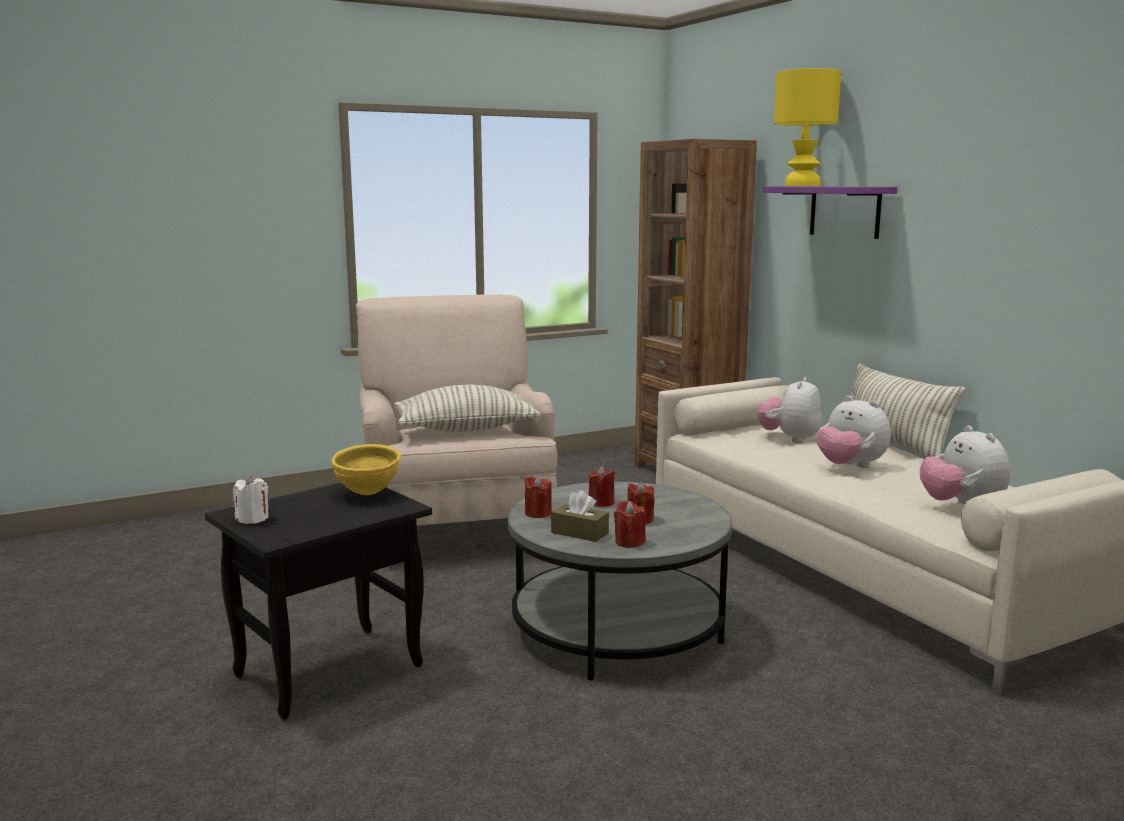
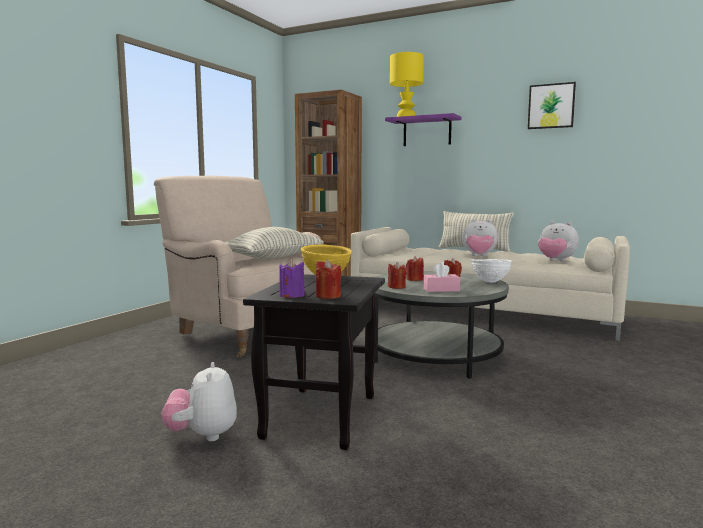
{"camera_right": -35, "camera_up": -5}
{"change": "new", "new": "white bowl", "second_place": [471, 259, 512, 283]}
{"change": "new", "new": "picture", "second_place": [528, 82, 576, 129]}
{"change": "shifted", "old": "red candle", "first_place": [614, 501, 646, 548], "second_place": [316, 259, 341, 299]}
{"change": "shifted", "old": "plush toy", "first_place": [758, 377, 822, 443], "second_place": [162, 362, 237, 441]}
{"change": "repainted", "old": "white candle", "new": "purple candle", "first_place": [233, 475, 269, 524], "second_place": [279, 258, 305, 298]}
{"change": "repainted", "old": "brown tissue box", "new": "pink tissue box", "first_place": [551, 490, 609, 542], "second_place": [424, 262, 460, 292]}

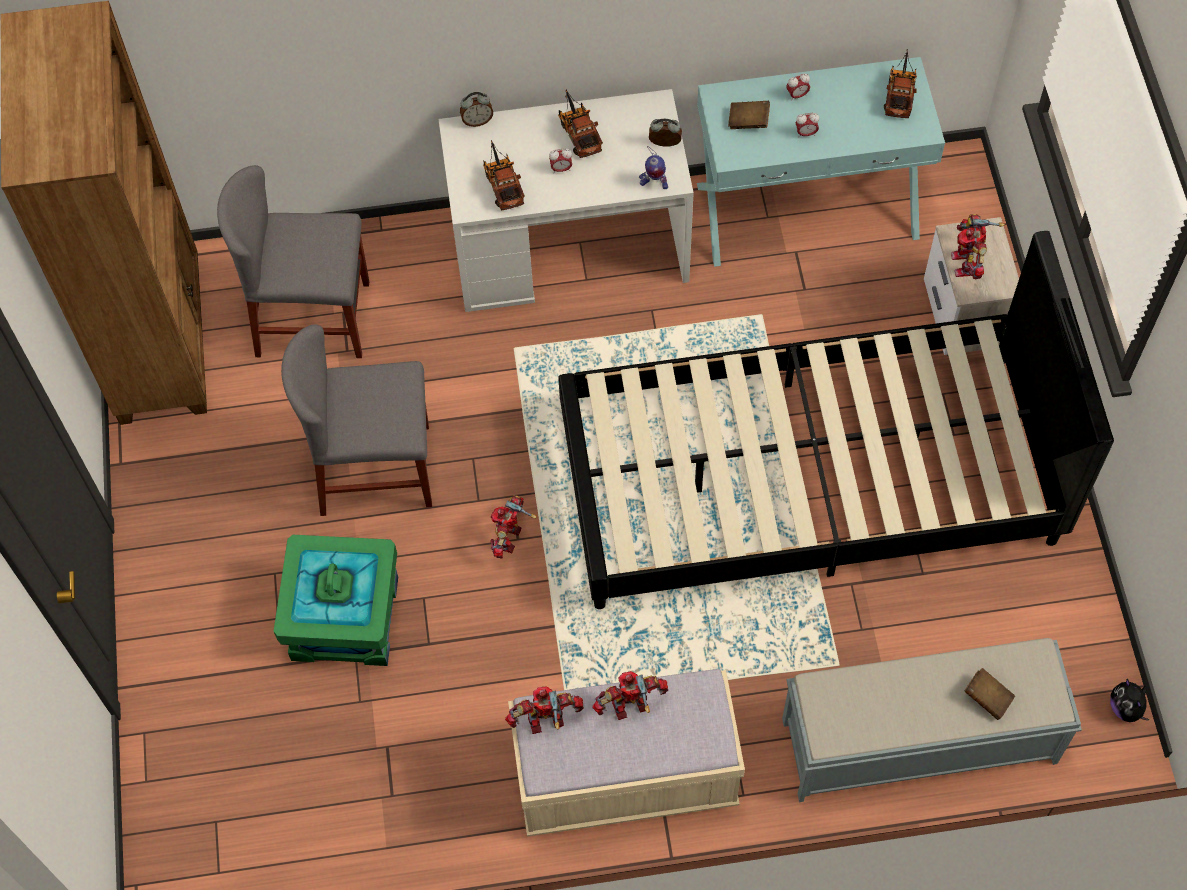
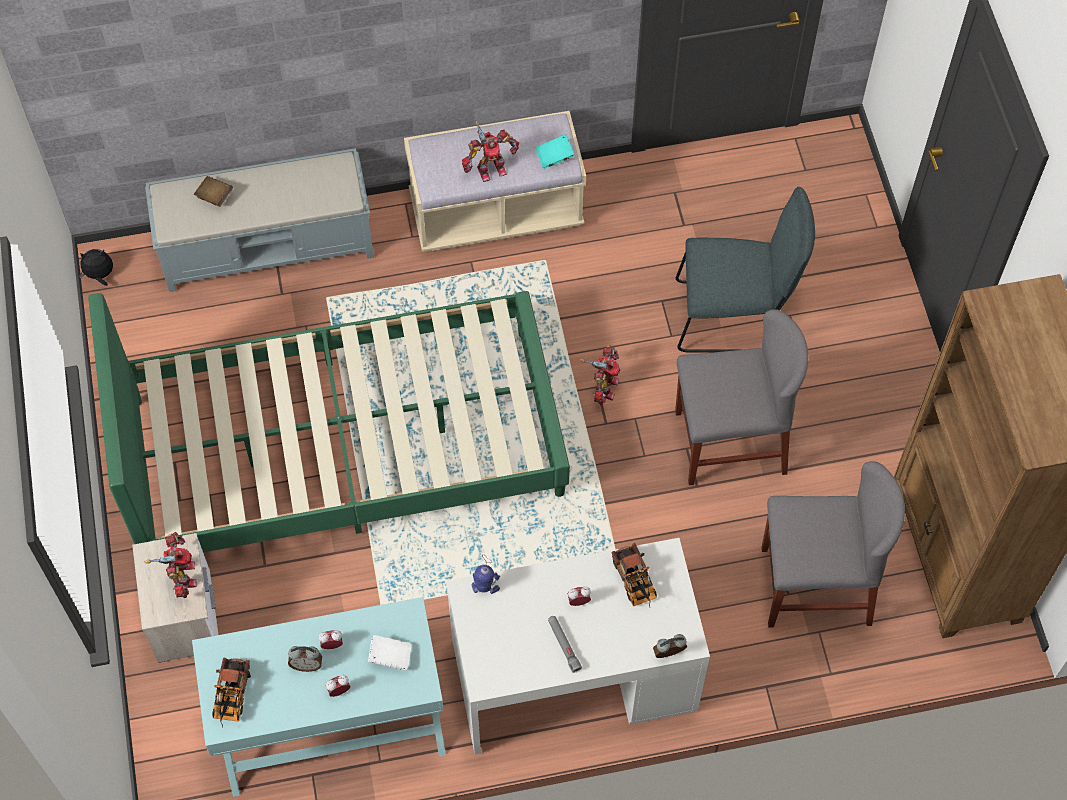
{"camera_right": 175, "camera_up": 0}
{"change": "shifted", "old": "alarm clock", "first_place": [649, 119, 682, 147], "second_place": [288, 646, 322, 672]}
{"change": "swapped", "old": "green storage box", "new": "grey chair", "first_place": [274, 535, 398, 666], "second_place": [675, 187, 815, 353]}
{"change": "swapped", "old": "toy robot", "new": "turquoise book", "first_place": [505, 686, 584, 734], "second_place": [535, 134, 575, 169]}
{"change": "swapped", "old": "toy truck", "new": "grey flashlight", "first_place": [558, 90, 603, 158], "second_place": [548, 616, 582, 673]}
{"change": "repainted", "old": "black bed", "new": "green bed", "first_place": [558, 231, 1114, 609], "second_place": [88, 291, 570, 552]}
{"change": "repainted", "old": "brown book", "new": "white book", "first_place": [728, 101, 770, 129], "second_place": [368, 635, 412, 671]}
{"change": "rotated", "old": "plush toy", "first_place": [1110, 679, 1150, 722], "second_place": [79, 249, 113, 286], "degrees": -75}

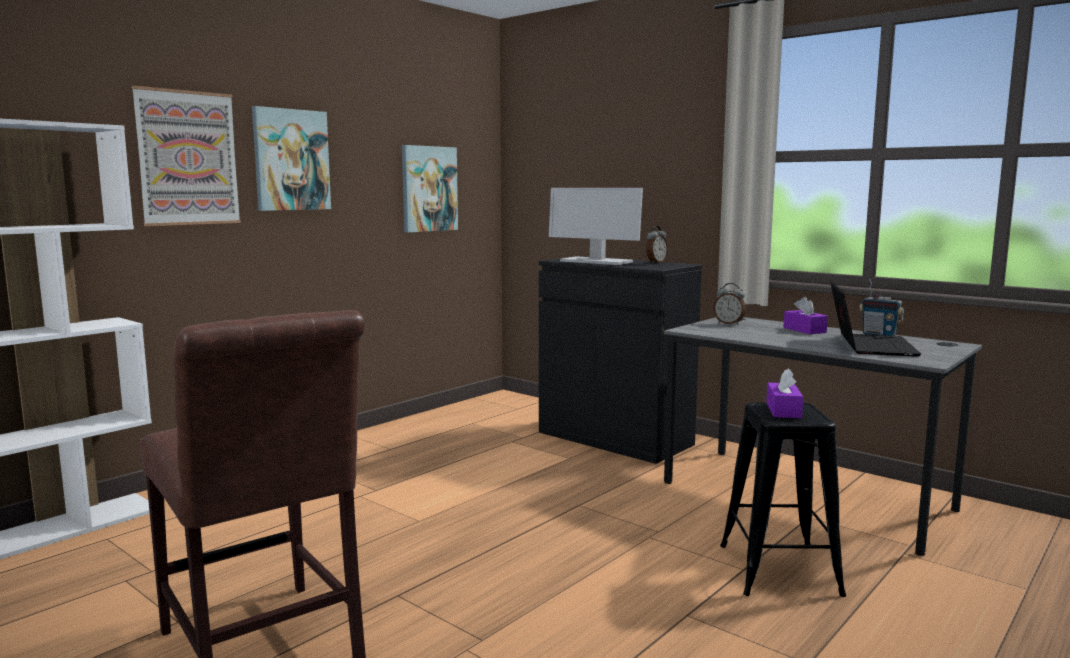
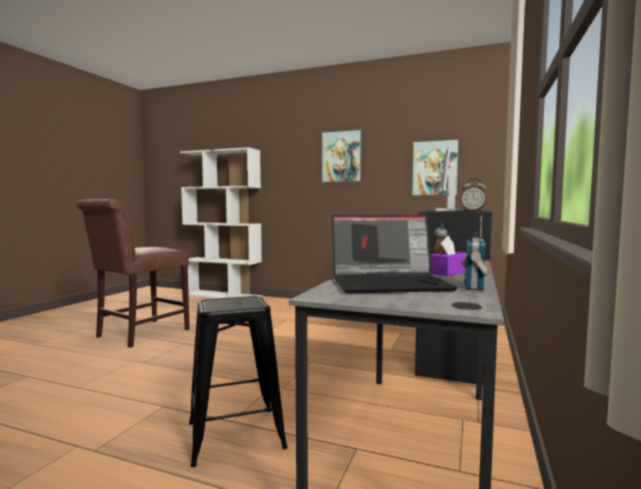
{"camera_right": 70, "camera_up": -5}
{"change": "gone", "old": "picture", "first_place": [132, 86, 241, 226]}
{"change": "gone", "old": "purple tissue box", "first_place": [766, 368, 803, 418]}

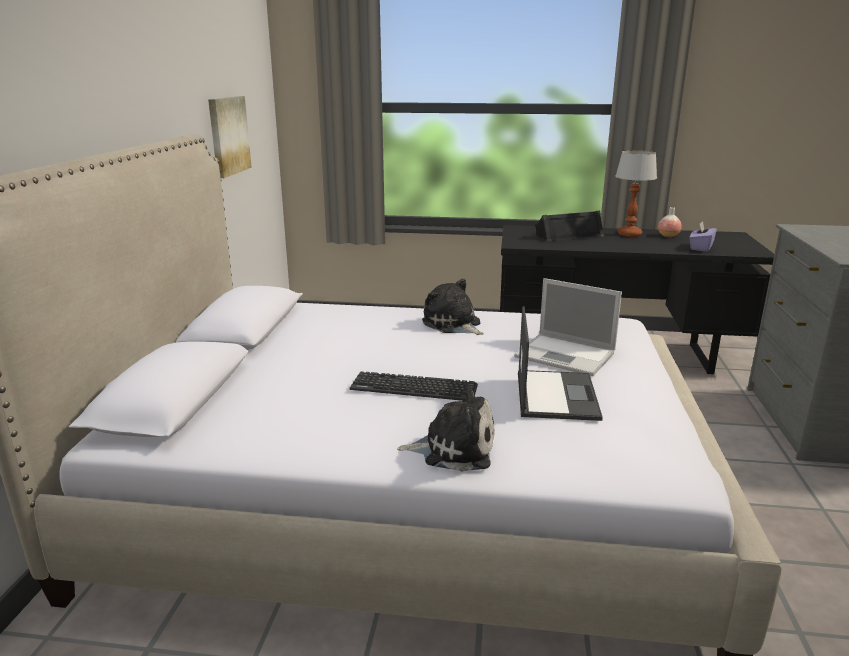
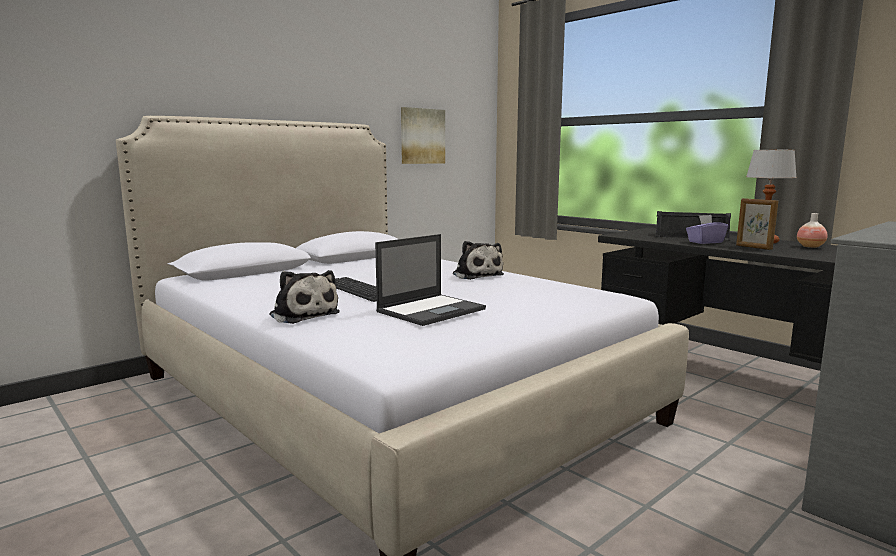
{"camera_right": 40, "camera_up": -10}
{"change": "gone", "old": "laptop", "first_place": [514, 278, 622, 376]}
{"change": "new", "new": "picture frame", "second_place": [736, 198, 778, 250]}
{"change": "shifted", "old": "purple tissue box", "first_place": [690, 221, 717, 252], "second_place": [686, 215, 728, 244]}
{"change": "rotated", "old": "plush toy", "first_place": [422, 279, 484, 335], "second_place": [452, 241, 504, 280], "degrees": 150}

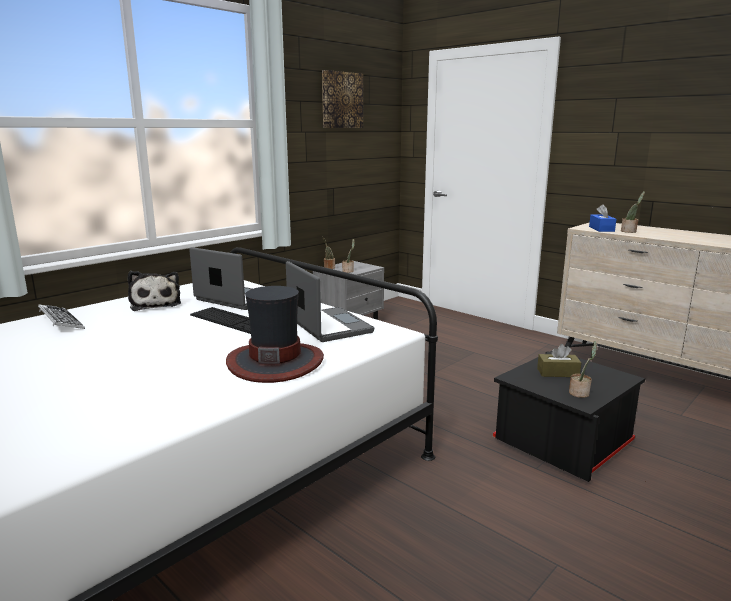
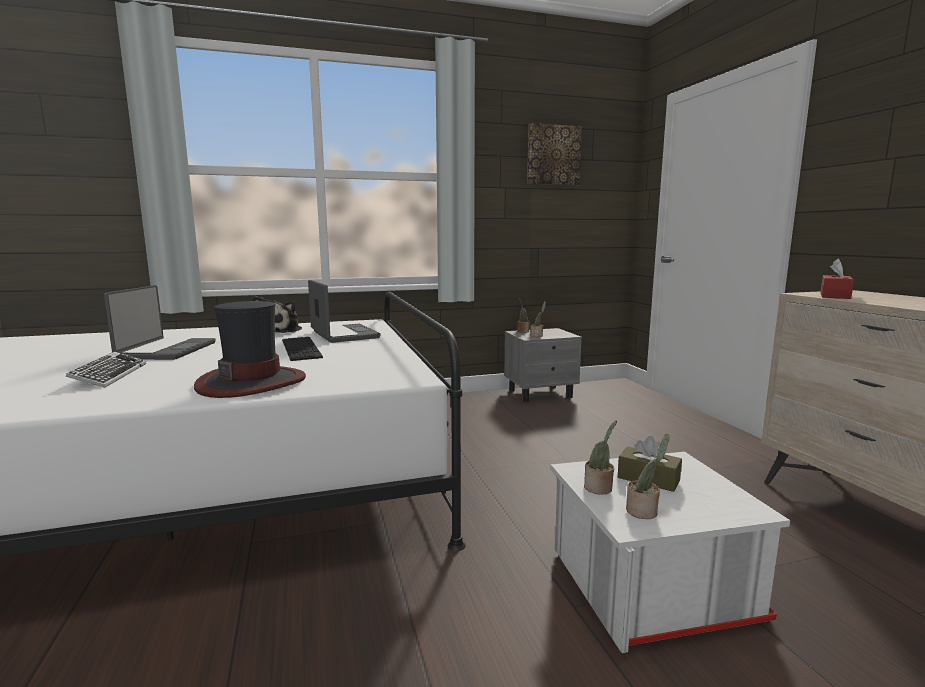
{"camera_right": 30, "camera_up": -5}
{"change": "shifted", "old": "keyboard", "first_place": [38, 305, 85, 329], "second_place": [66, 352, 146, 388]}
{"change": "shifted", "old": "laptop", "first_place": [286, 261, 374, 342], "second_place": [104, 285, 216, 360]}
{"change": "shifted", "old": "potted plant", "first_place": [621, 191, 645, 233], "second_place": [584, 420, 617, 495]}
{"change": "repainted", "old": "black storage box", "new": "white storage box", "first_place": [493, 350, 645, 482], "second_place": [551, 452, 790, 653]}
{"change": "repainted", "old": "blue tissue box", "new": "red tissue box", "first_place": [589, 204, 616, 232], "second_place": [820, 258, 854, 299]}

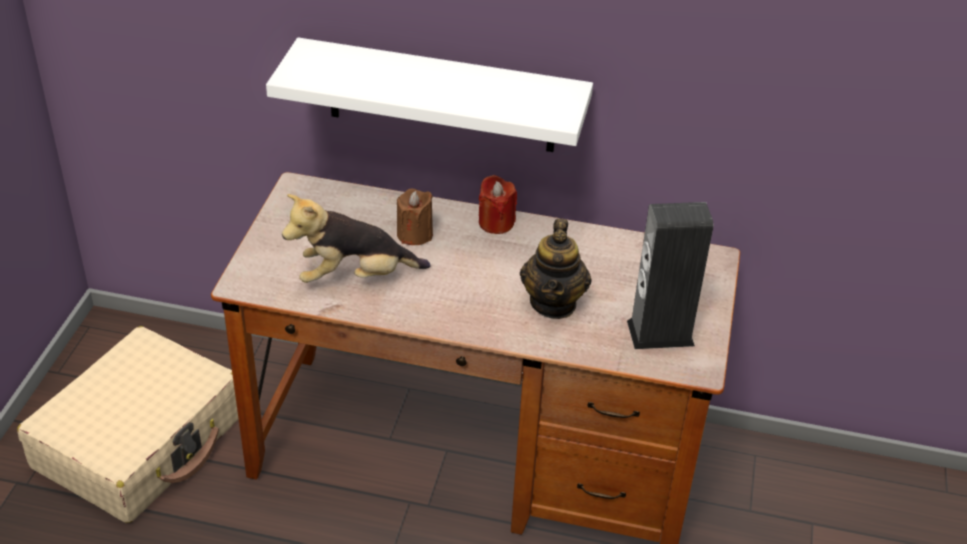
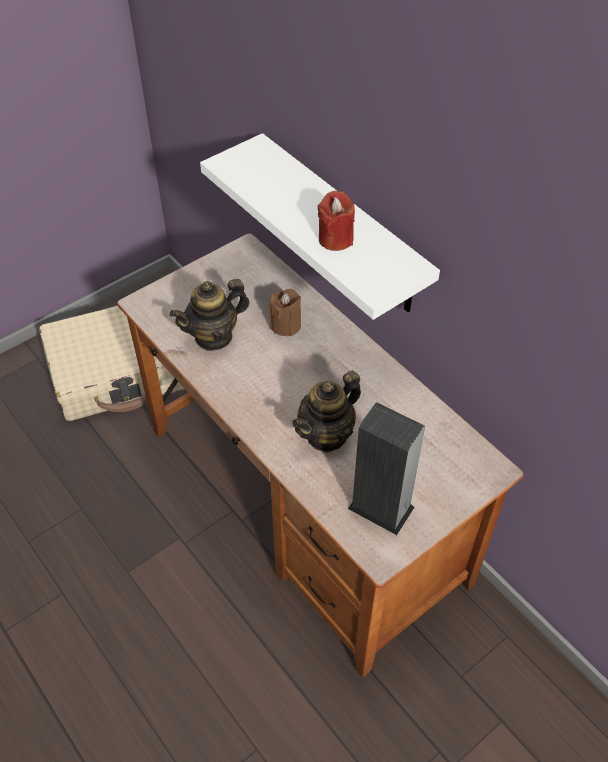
{"camera_right": 40, "camera_up": 10}
{"change": "shifted", "old": "red candle", "first_place": [479, 175, 517, 234], "second_place": [318, 191, 355, 251]}
{"change": "swapped", "old": "plush toy", "new": "teapot", "first_place": [282, 194, 431, 283], "second_place": [170, 279, 249, 351]}

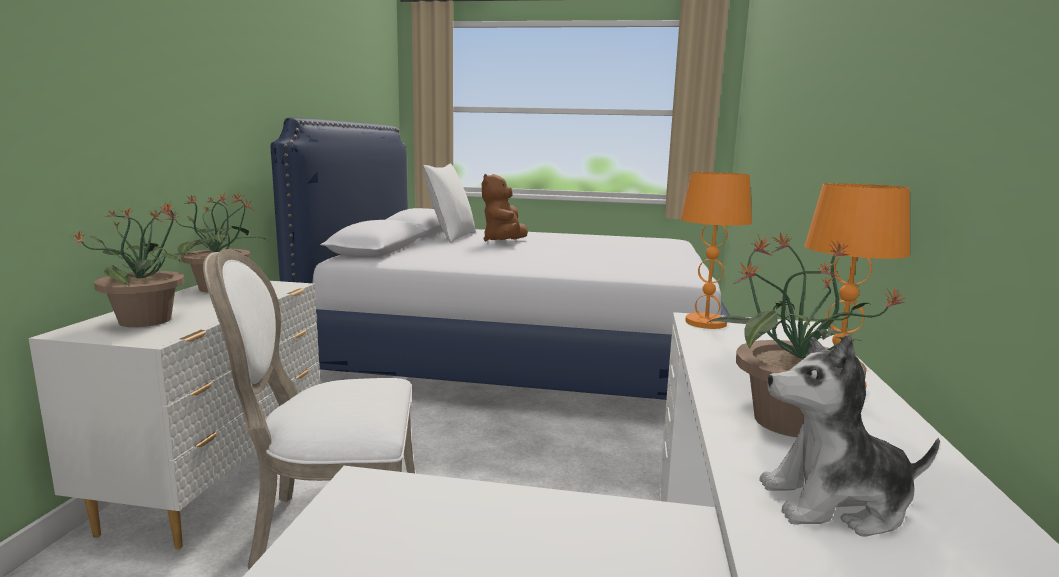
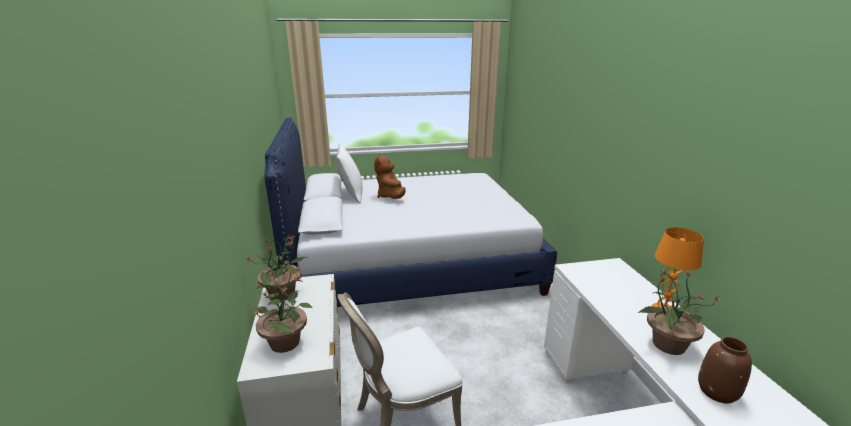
{"camera_right": -20, "camera_up": 10}
{"change": "gone", "old": "orange table lamp", "first_place": [680, 172, 752, 329]}
{"change": "swapped", "old": "plush toy", "new": "brown vase", "first_place": [759, 334, 940, 536], "second_place": [698, 337, 752, 404]}

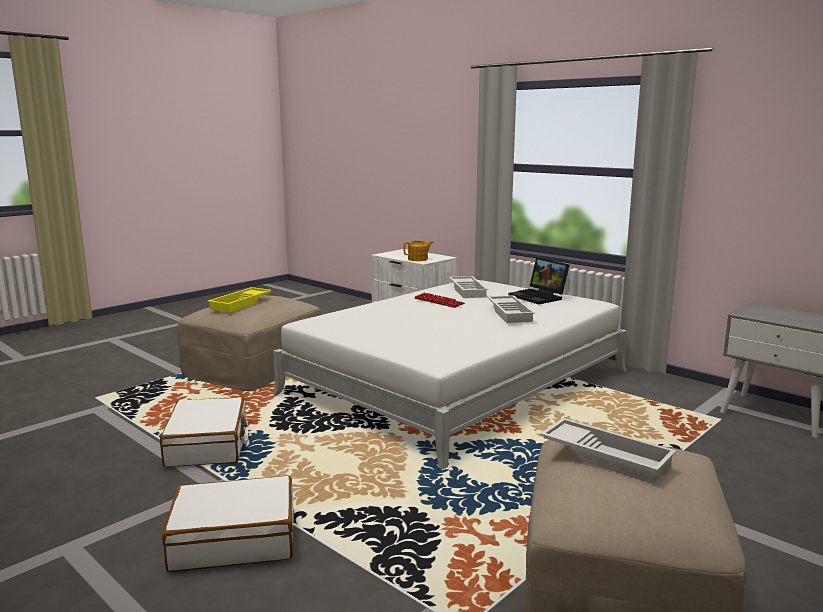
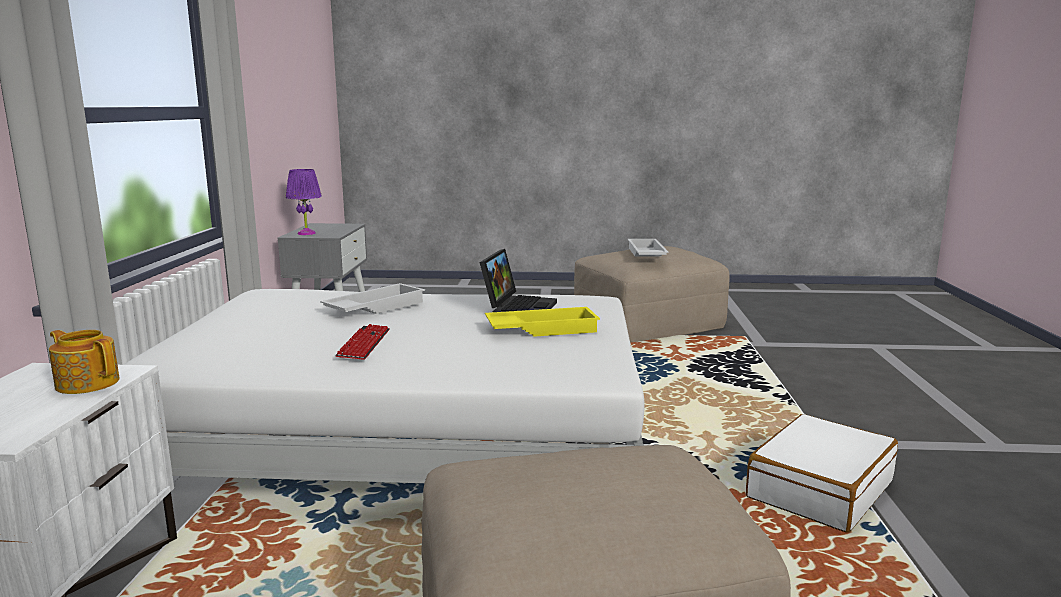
{"camera_right": -130, "camera_up": 0}
{"change": "gone", "old": "white suitcase", "first_place": [162, 475, 294, 572]}
{"change": "gone", "old": "white tray", "first_place": [449, 276, 488, 298]}
{"change": "new", "new": "purple table lamp", "second_place": [286, 169, 322, 235]}
{"change": "shifted", "old": "yellow tray", "first_place": [207, 287, 272, 313], "second_place": [485, 307, 600, 337]}
{"change": "shifted", "old": "laptop", "first_place": [509, 257, 570, 304], "second_place": [480, 249, 557, 312]}

